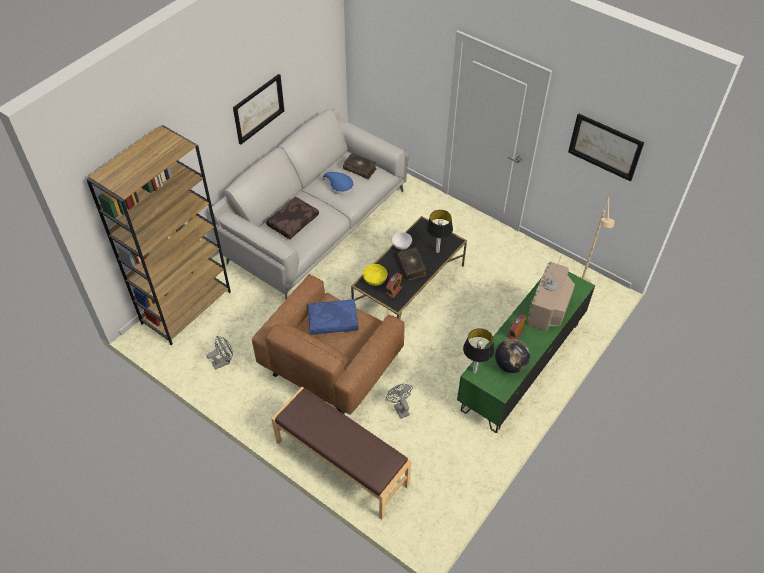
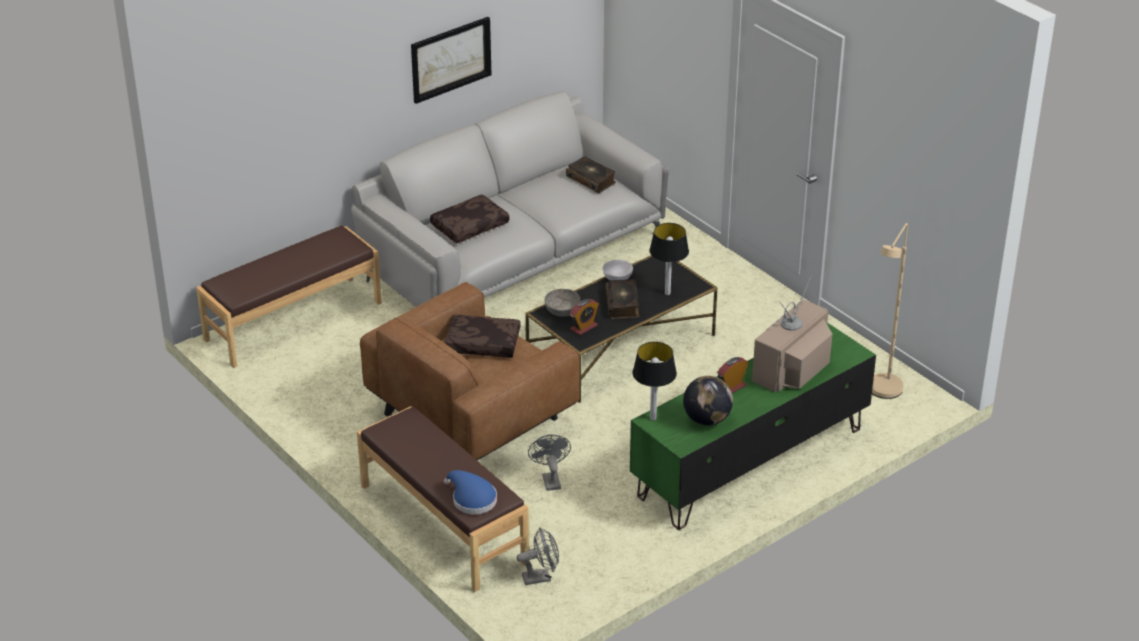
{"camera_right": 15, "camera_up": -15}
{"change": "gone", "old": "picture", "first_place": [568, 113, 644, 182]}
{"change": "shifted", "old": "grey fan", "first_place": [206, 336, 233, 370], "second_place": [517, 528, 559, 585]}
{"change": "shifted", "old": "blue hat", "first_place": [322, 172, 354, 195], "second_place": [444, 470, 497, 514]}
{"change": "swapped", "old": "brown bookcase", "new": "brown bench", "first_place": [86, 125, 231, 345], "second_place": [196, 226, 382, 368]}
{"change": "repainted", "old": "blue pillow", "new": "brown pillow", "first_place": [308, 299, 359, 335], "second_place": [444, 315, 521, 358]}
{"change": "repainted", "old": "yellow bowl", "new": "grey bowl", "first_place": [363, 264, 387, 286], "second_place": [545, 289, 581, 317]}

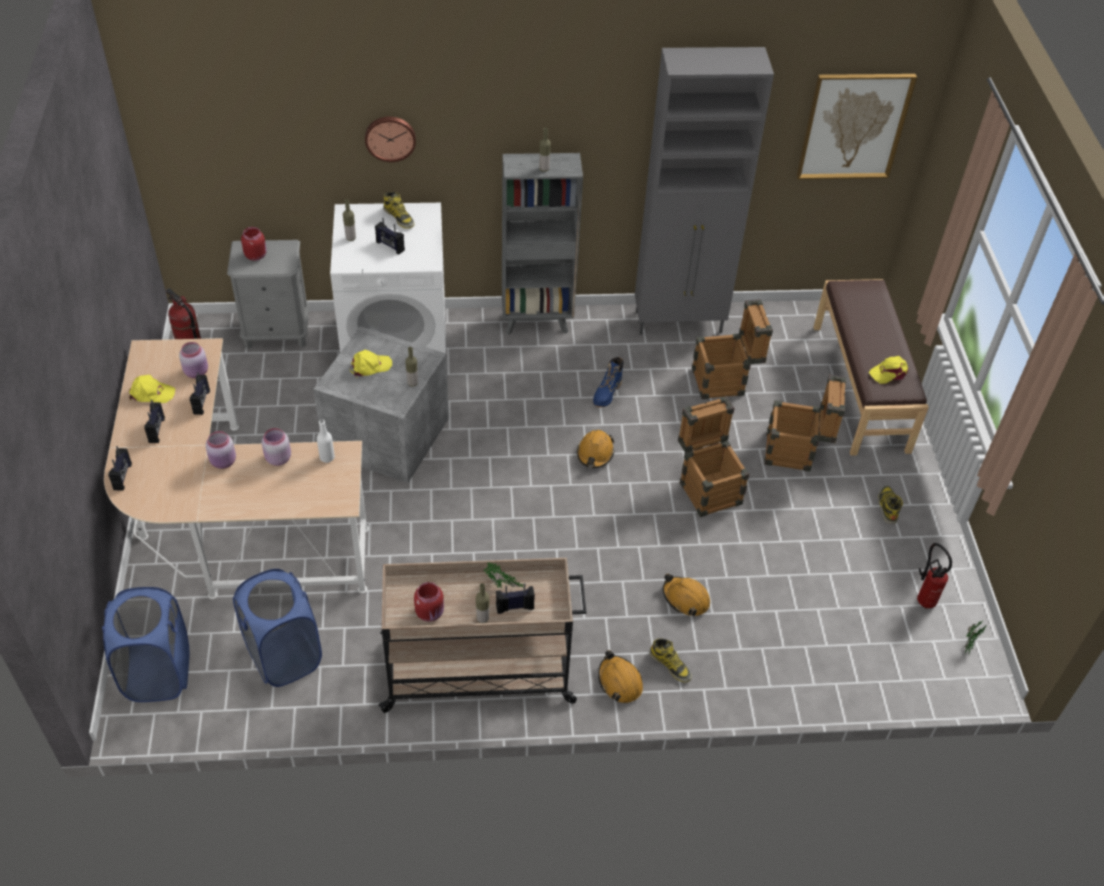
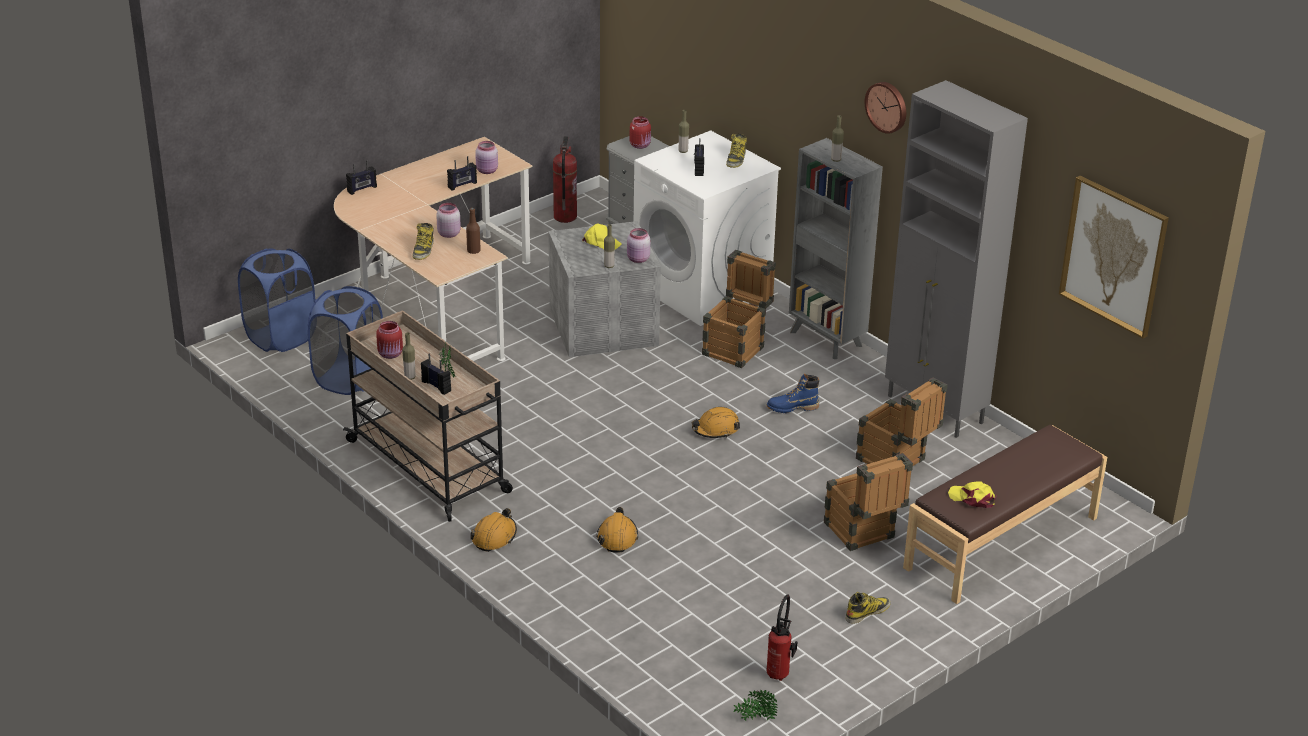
{"camera_right": 55, "camera_up": -15}
{"change": "gone", "old": "yellow cap", "first_place": [129, 375, 175, 403]}
{"change": "gone", "old": "radio", "first_place": [144, 400, 165, 443]}
{"change": "shifted", "old": "pink jar", "first_place": [206, 431, 236, 469], "second_place": [627, 228, 650, 263]}
{"change": "shifted", "old": "wall clock", "first_place": [365, 117, 416, 162], "second_place": [865, 82, 906, 134]}
{"change": "shifted", "old": "boot", "first_place": [649, 639, 692, 682], "second_place": [413, 223, 434, 260]}
{"change": "shifted", "old": "crate", "first_place": [678, 396, 749, 517], "second_place": [702, 250, 776, 368]}
{"change": "repainted", "old": "white bottle", "new": "brown bottle", "first_place": [317, 419, 335, 463], "second_place": [466, 208, 481, 254]}

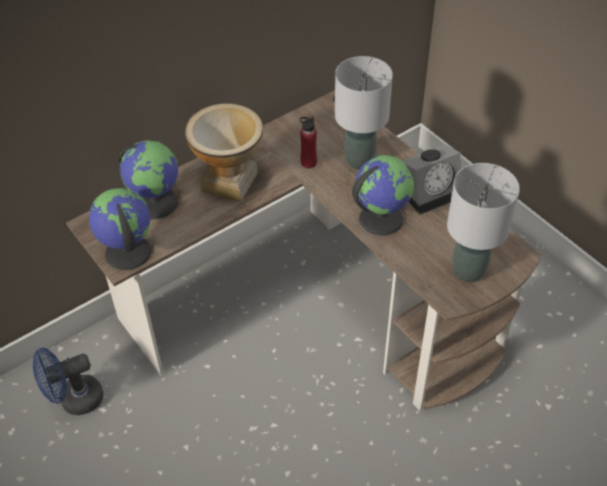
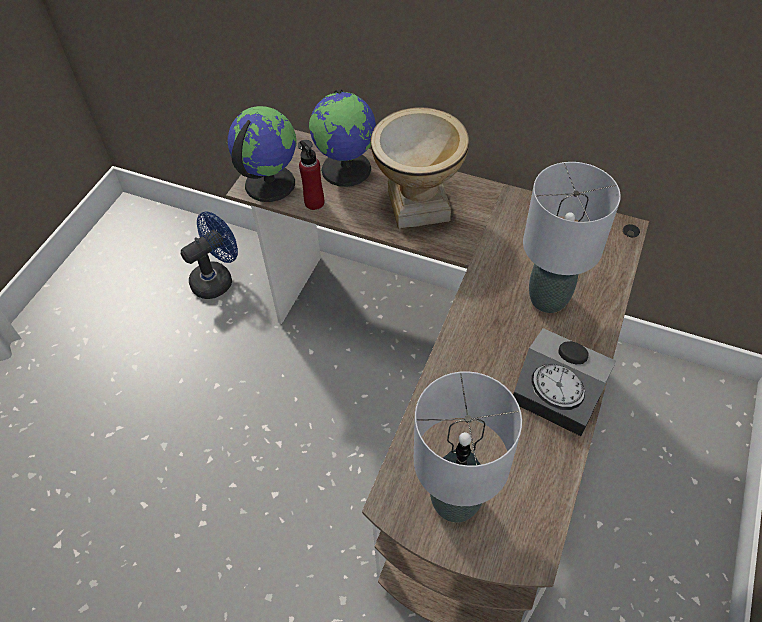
{"camera_right": 60, "camera_up": 5}
{"change": "gone", "old": "globe", "first_place": [352, 155, 414, 235]}
{"change": "shifted", "old": "red bottle", "first_place": [299, 116, 317, 169], "second_place": [299, 141, 324, 210]}
{"change": "rotated", "old": "blue fan", "first_place": [33, 348, 103, 415], "second_place": [181, 212, 238, 299], "degrees": 105}

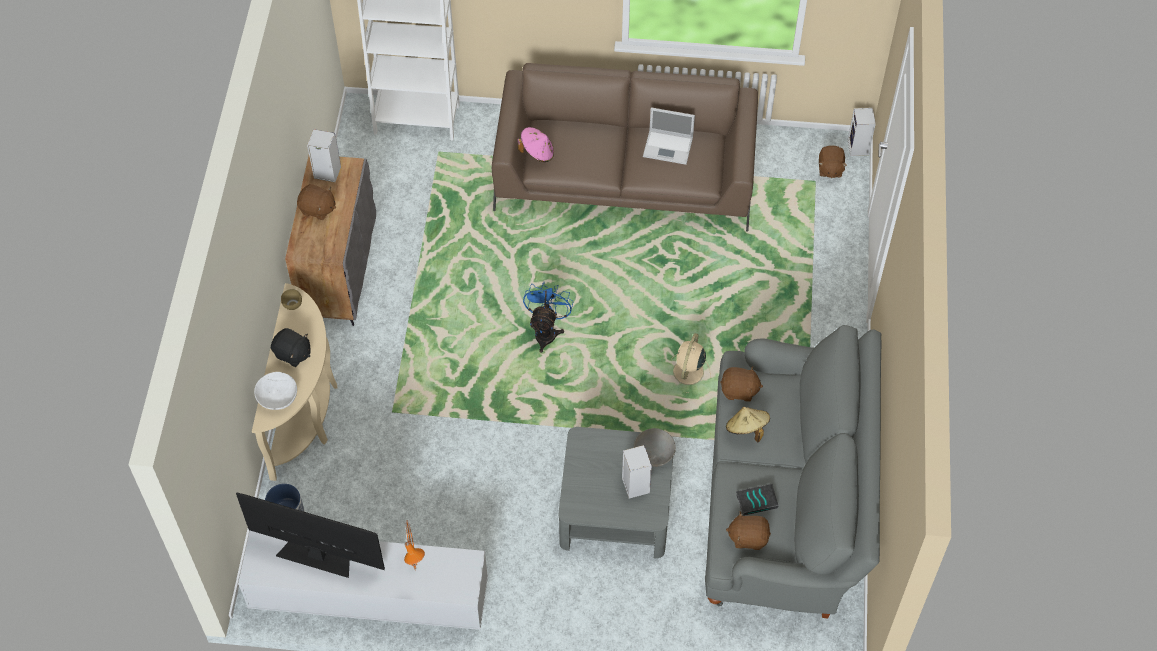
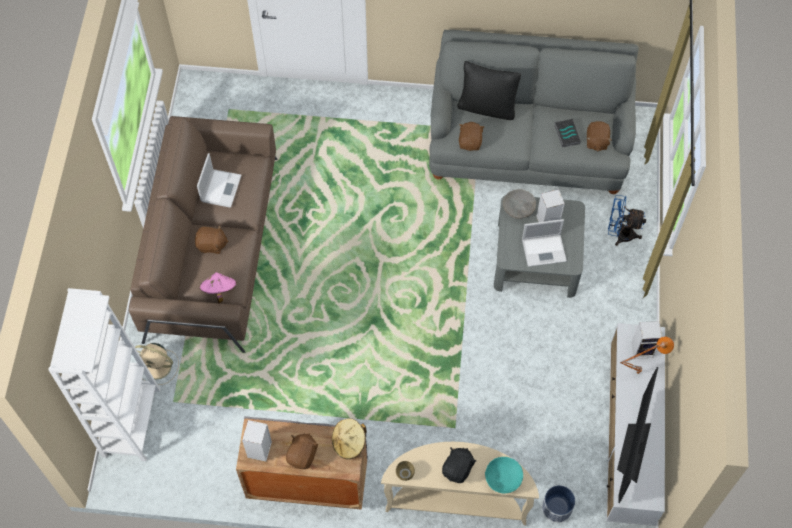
{"camera_right": -90, "camera_up": 5}
{"change": "new", "new": "black pillow", "second_place": [457, 61, 521, 120]}
{"change": "new", "new": "laptop", "second_place": [522, 219, 567, 267]}
{"change": "shifted", "old": "blue fan", "first_place": [523, 282, 574, 353], "second_place": [608, 195, 646, 246]}
{"change": "shifted", "old": "beige fan", "first_place": [672, 333, 711, 393], "second_place": [135, 343, 179, 385]}
{"change": "shifted", "old": "beige hat", "first_place": [726, 407, 770, 443], "second_place": [332, 418, 367, 459]}
{"change": "shifted", "old": "brown plush toy", "first_place": [818, 145, 847, 178], "second_place": [195, 226, 229, 254]}
{"change": "shifted", "old": "speaker", "first_place": [848, 108, 876, 156], "second_place": [631, 321, 662, 359]}
{"change": "repainted", "old": "white bowl", "new": "turquoise bowl", "first_place": [254, 372, 297, 410], "second_place": [485, 457, 523, 494]}

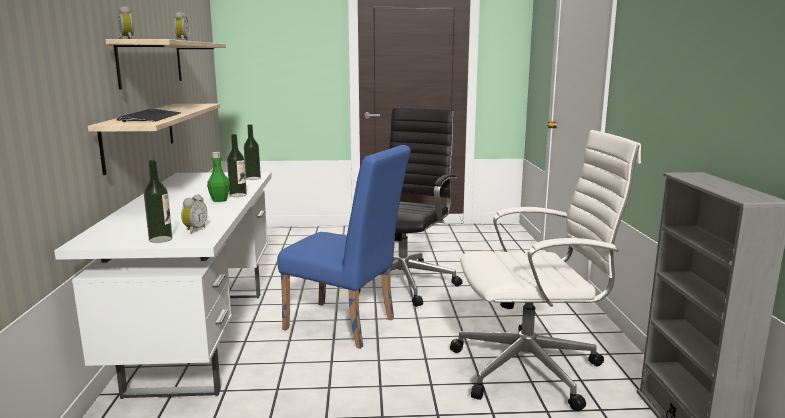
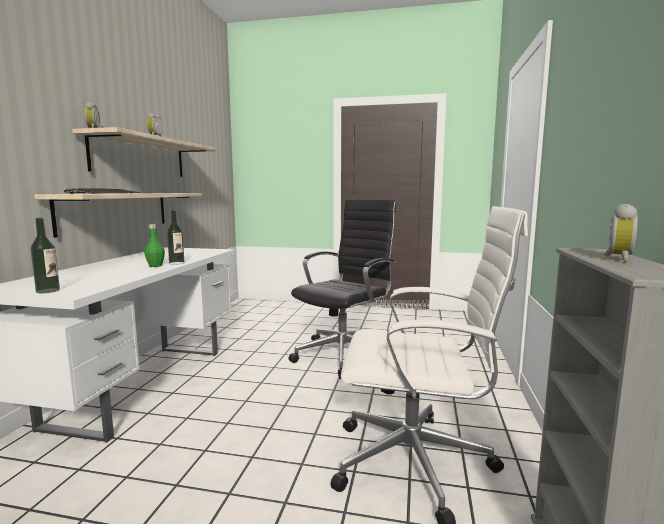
{"camera_right": 15, "camera_up": -5}
{"change": "gone", "old": "bottle", "first_place": [244, 124, 261, 180]}
{"change": "gone", "old": "blue chair", "first_place": [277, 145, 411, 349]}
{"change": "shifted", "old": "alarm clock", "first_place": [181, 194, 207, 234], "second_place": [602, 204, 638, 262]}

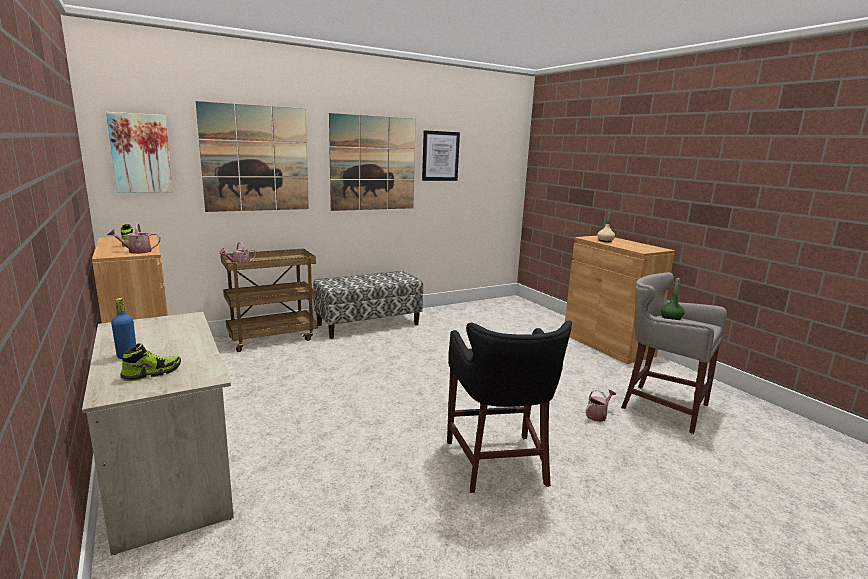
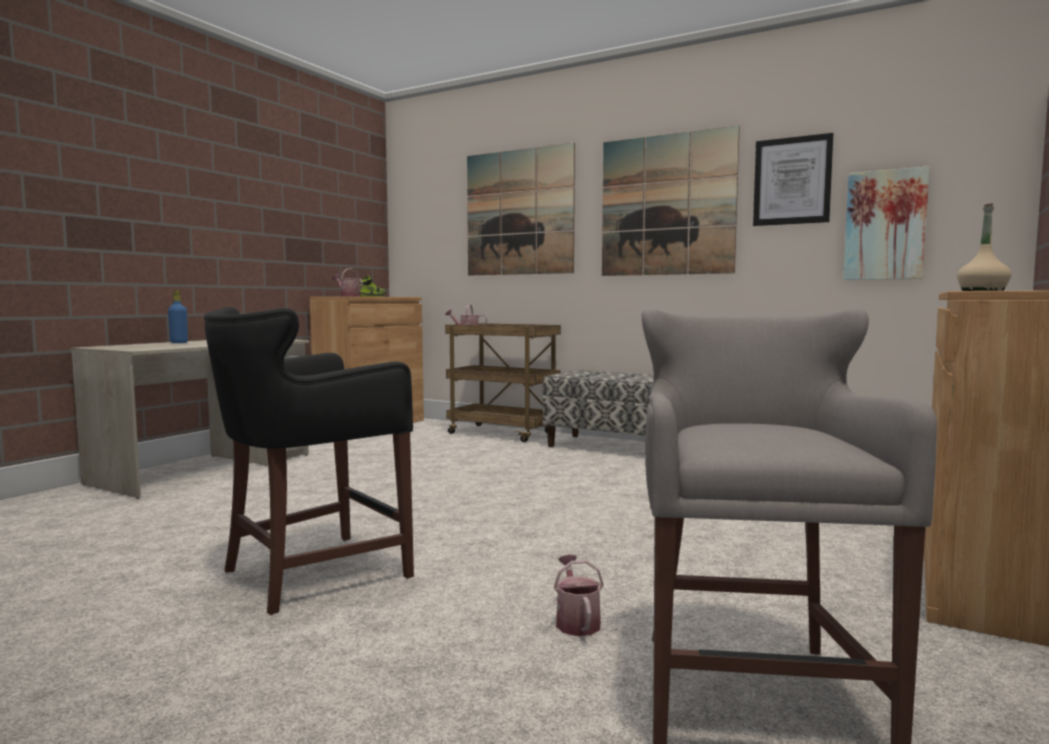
{"camera_right": 60, "camera_up": -10}
{"change": "gone", "old": "shoe", "first_place": [120, 343, 181, 381]}
{"change": "gone", "old": "green bottle", "first_place": [661, 278, 685, 320]}
{"change": "shifted", "old": "picture", "first_place": [106, 112, 173, 193], "second_place": [843, 166, 929, 280]}
{"change": "rotated", "old": "watering can", "first_place": [586, 390, 616, 422], "second_place": [554, 555, 604, 636], "degrees": -120}

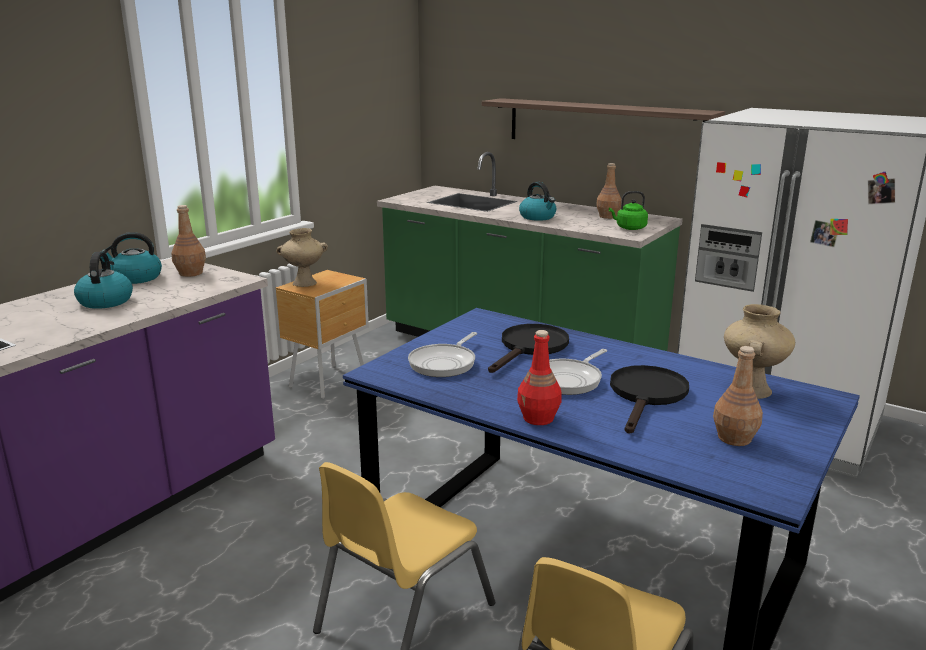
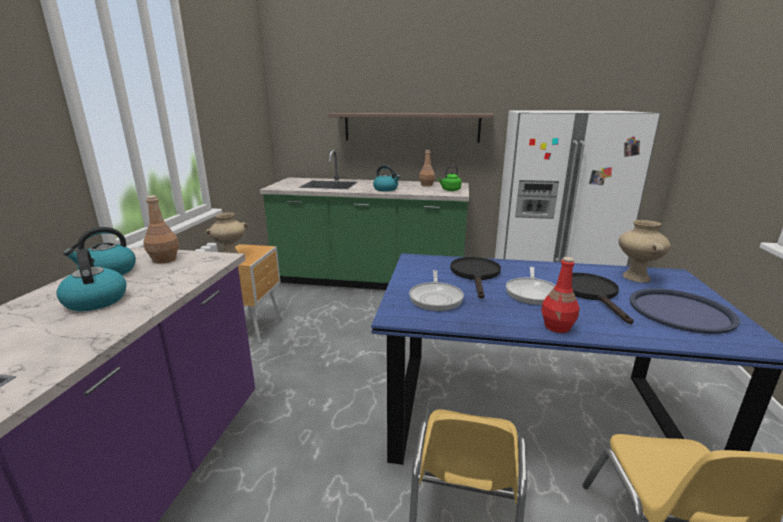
{"camera_right": -25, "camera_up": 0}
{"change": "swapped", "old": "brown bottle", "new": "blue tray", "first_place": [713, 346, 763, 446], "second_place": [630, 288, 740, 334]}

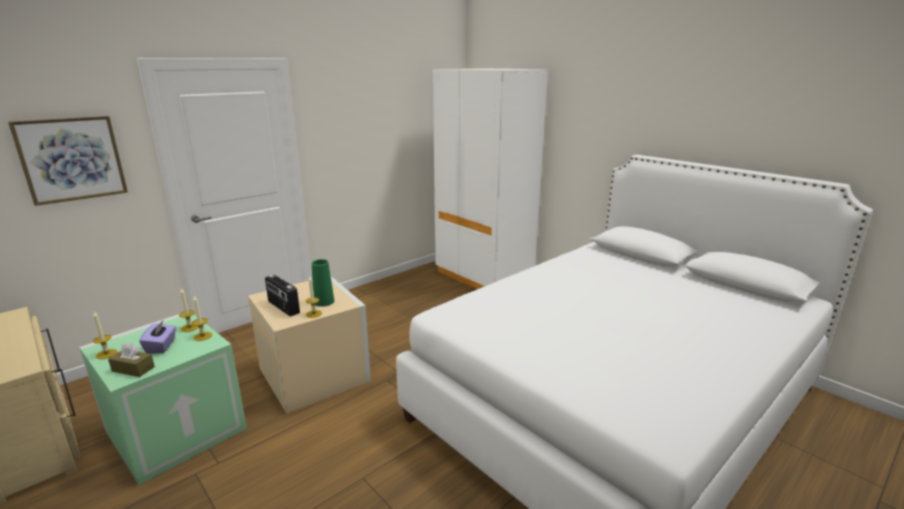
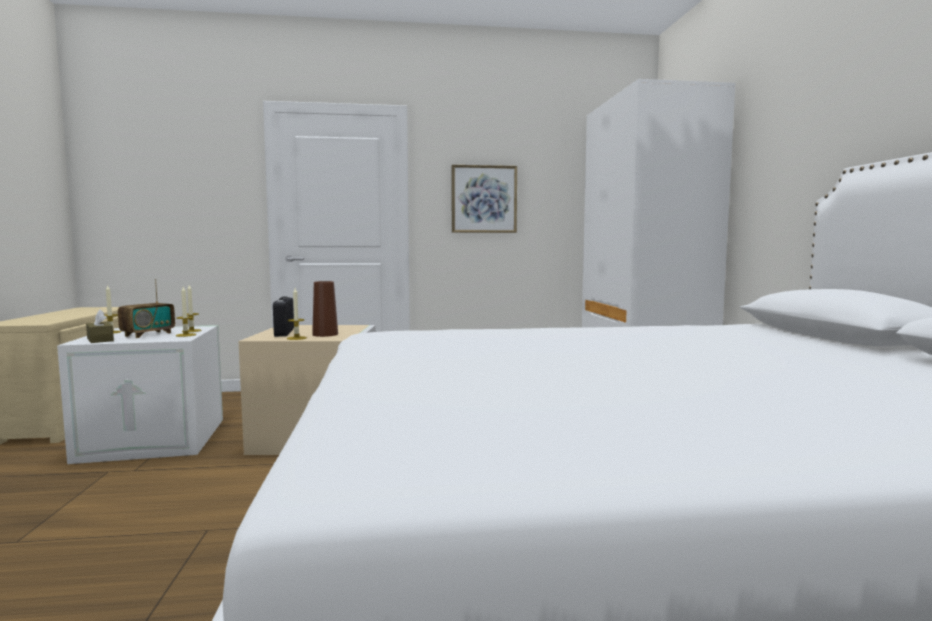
{"camera_right": 35, "camera_up": -15}
{"change": "shifted", "old": "picture", "first_place": [8, 116, 128, 206], "second_place": [451, 165, 517, 233]}
{"change": "swapped", "old": "purple tissue box", "new": "radio", "first_place": [139, 321, 176, 354], "second_place": [118, 279, 175, 338]}
{"change": "repainted", "old": "green storage box", "new": "white storage box", "first_place": [79, 314, 247, 485], "second_place": [57, 325, 223, 464]}
{"change": "repainted", "old": "green vase", "new": "brown vase", "first_place": [312, 259, 334, 307], "second_place": [312, 281, 338, 337]}

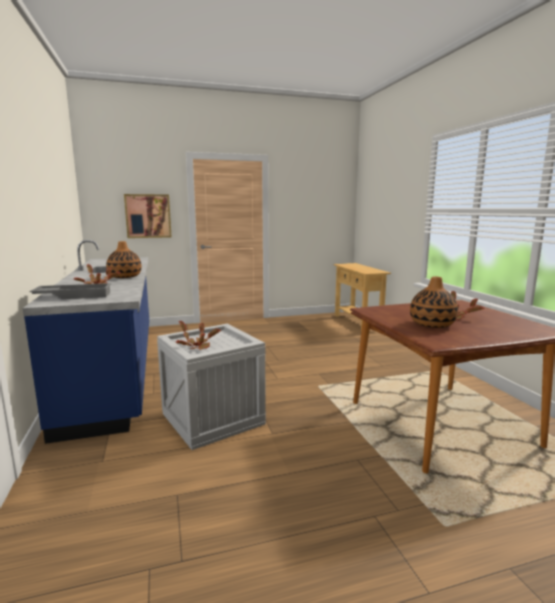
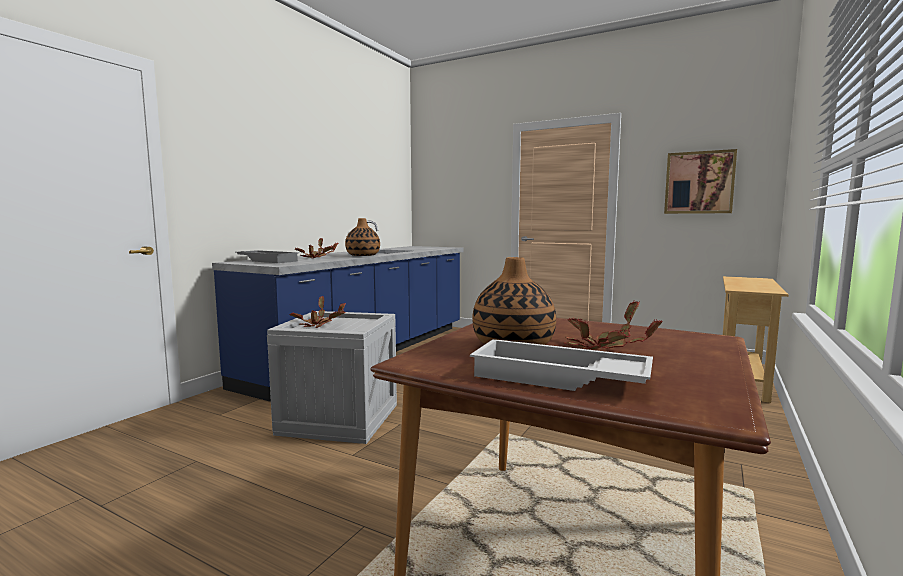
{"camera_right": 45, "camera_up": -5}
{"change": "new", "new": "white tray", "second_place": [470, 339, 653, 391]}
{"change": "shifted", "old": "picture", "first_place": [124, 194, 171, 238], "second_place": [664, 149, 737, 214]}

